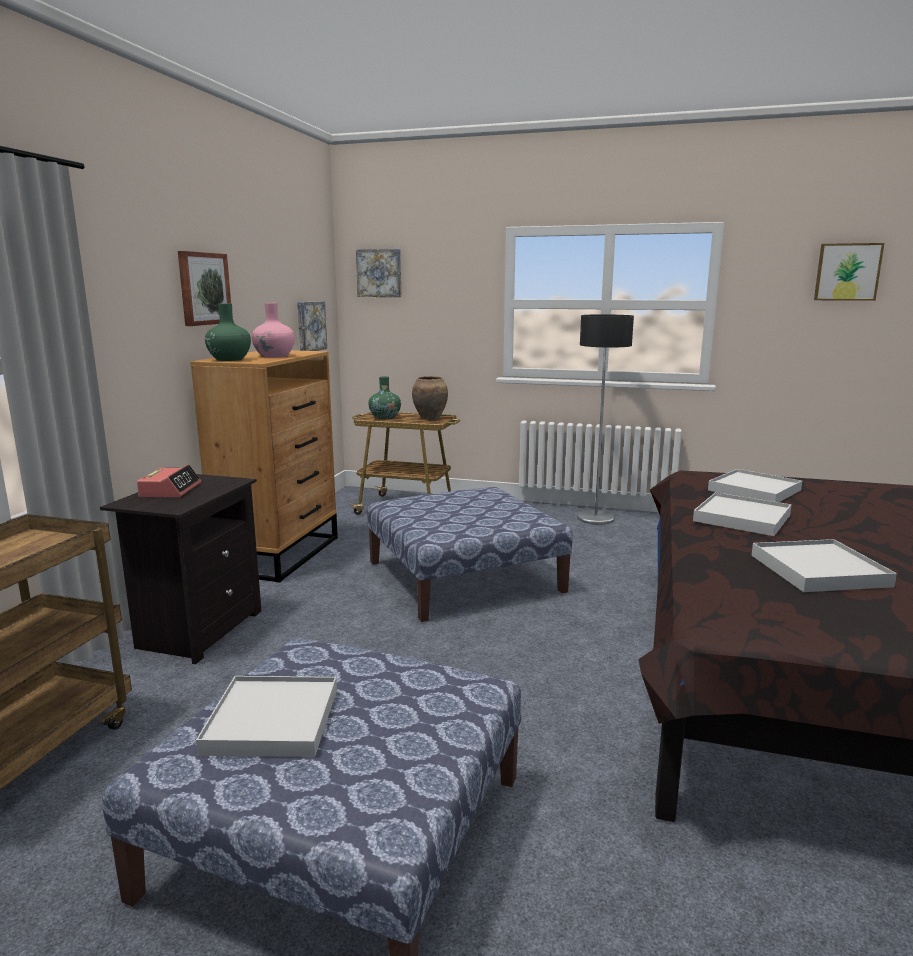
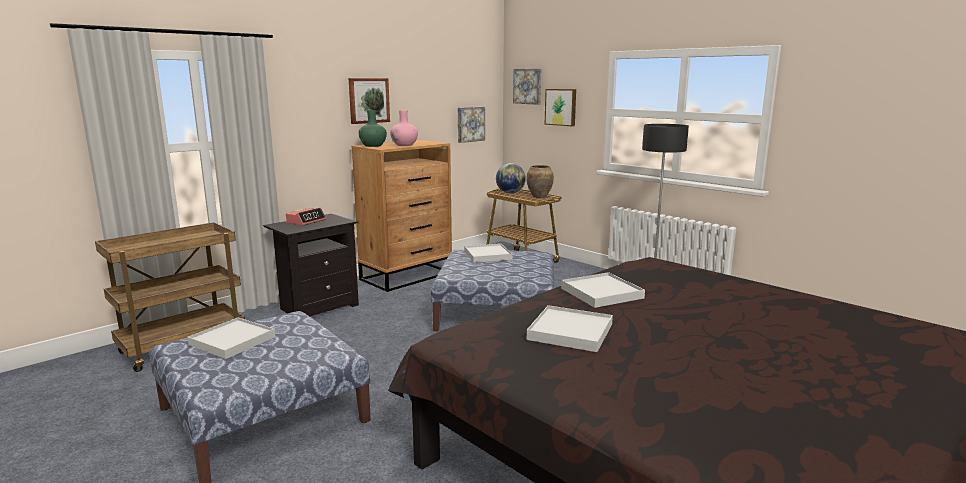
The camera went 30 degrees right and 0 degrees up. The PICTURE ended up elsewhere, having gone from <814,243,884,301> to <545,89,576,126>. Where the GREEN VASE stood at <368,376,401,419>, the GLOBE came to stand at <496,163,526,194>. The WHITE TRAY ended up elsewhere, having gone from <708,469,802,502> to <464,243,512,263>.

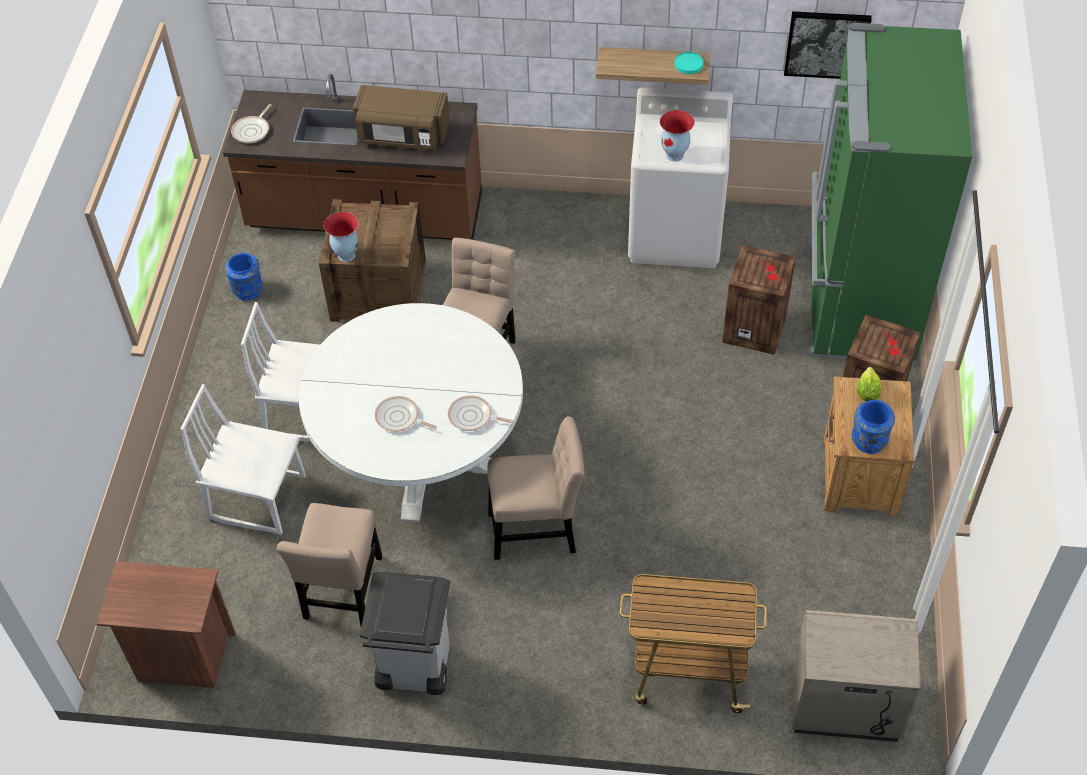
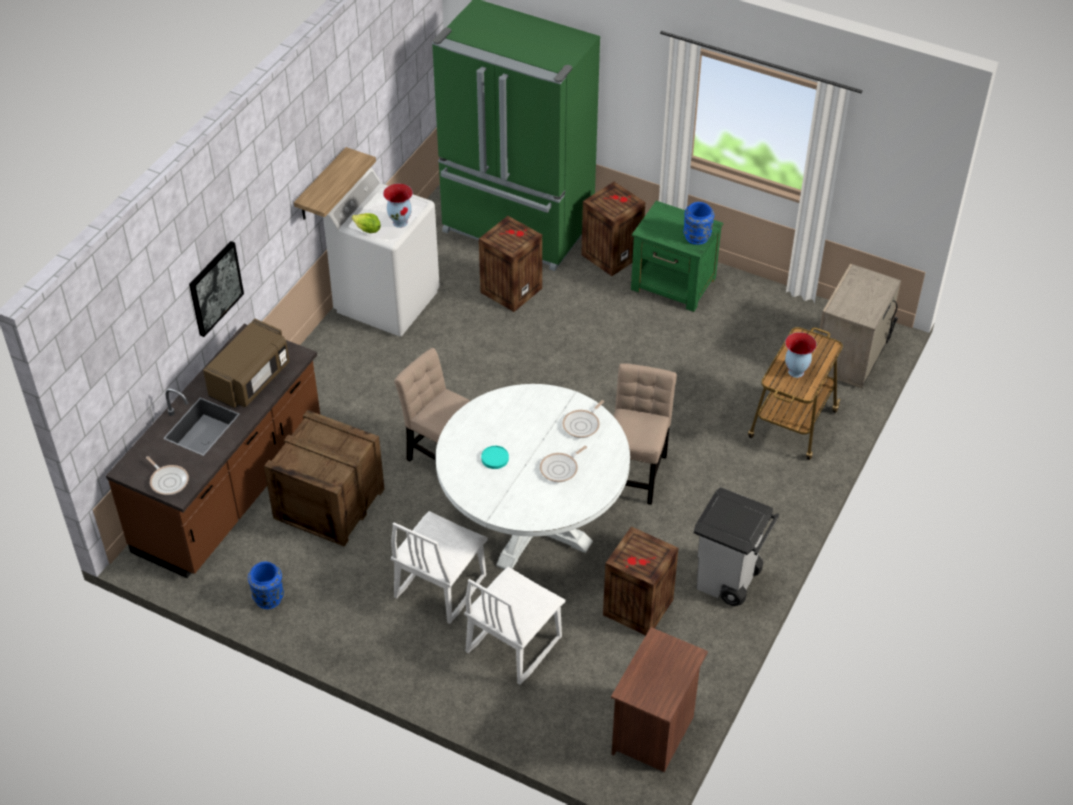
The camera went 70 degrees left and 5 degrees down. The PICTURE ended up elsewhere, having gone from <784,11,872,79> to <189,241,244,337>. The TURQUOISE PLATE ended up elsewhere, having gone from <675,52,704,74> to <481,446,509,469>. The VASE ended up elsewhere, having gone from <324,212,359,262> to <785,332,817,378>. The LETTUCE ended up elsewhere, having gone from <857,367,881,402> to <352,213,381,233>. What was the BROWN NIGHTSTAND at <824,376,915,516> turned into the GREEN NIGHTSTAND at <631,201,723,312>. Where the BEIGE CHAIR stood at <277,503,382,626>, the CRATE came to stand at <603,526,678,635>.

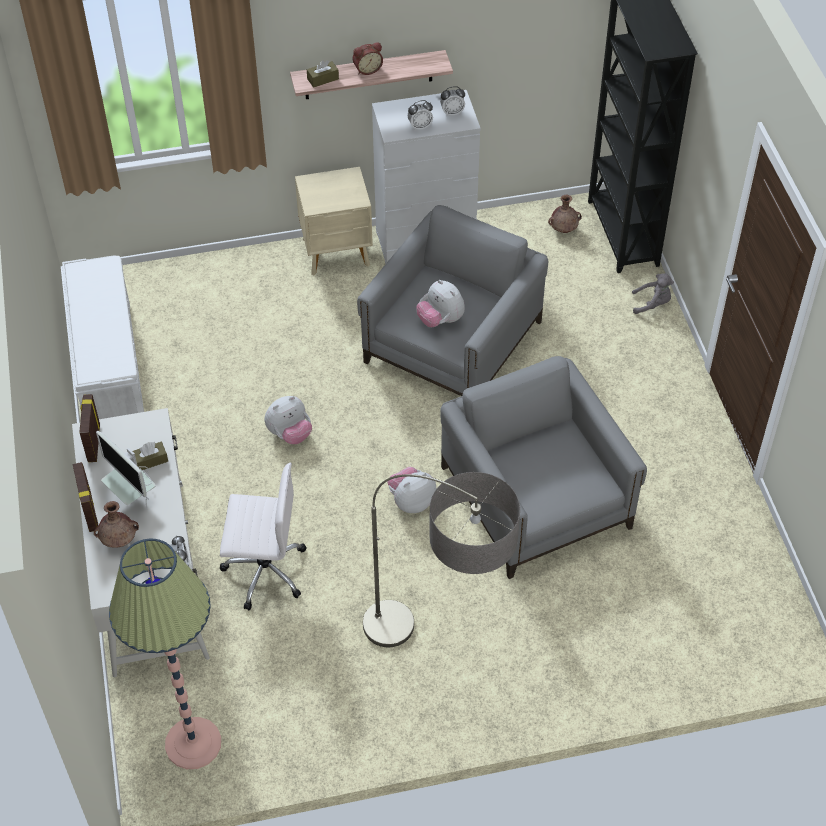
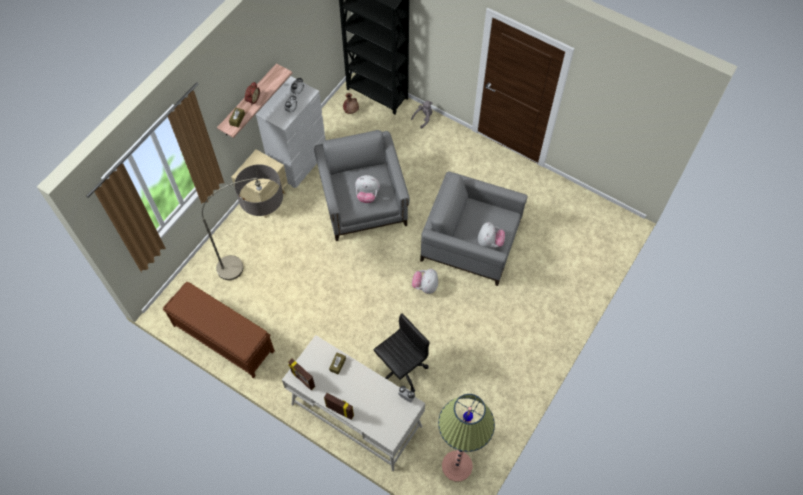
The camera went 45 degrees left and 10 degrees up. What was the WHITE BENCH at <62,255,144,419> turned into the BROWN BENCH at <163,282,275,379>. The PLUSH TOY ended up elsewhere, having gone from <265,396,312,444> to <478,222,505,248>. The second view lost the MONITOR at <96,431,156,510>. What was the WHITE OFFICE CHAIR at <220,462,306,610> turned into the BLACK OFFICE CHAIR at <374,313,430,392>. The FLOOR LAMP ended up elsewhere, having gone from <363,472,520,647> to <202,164,283,280>. The second view lost the BROWN VASE at <94,501,139,548>.

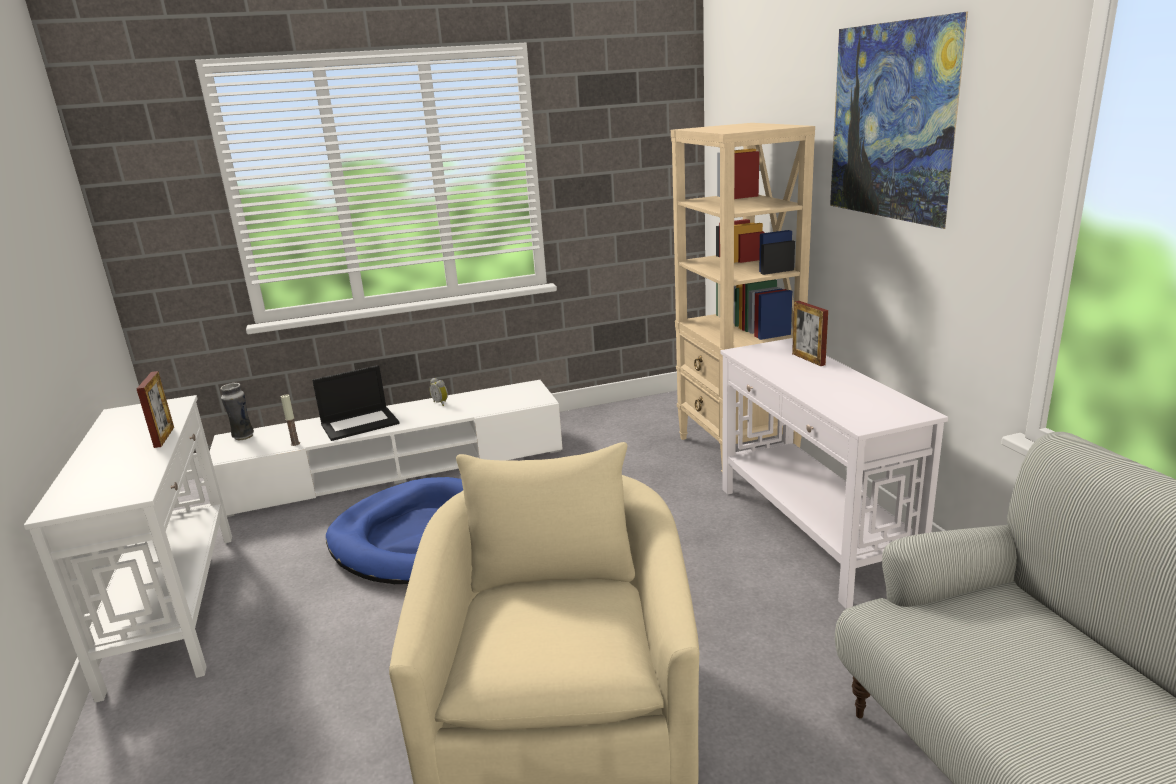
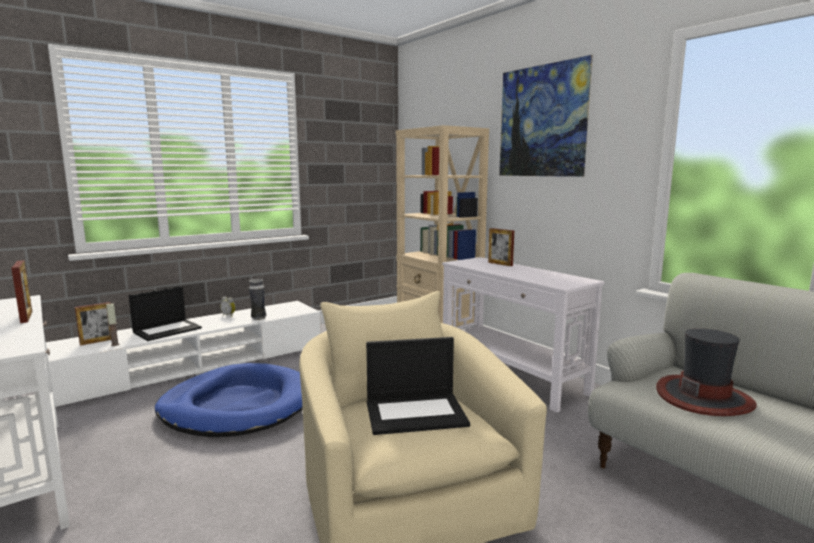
The camera went 20 degrees left and 10 degrees down. The VASE ended up elsewhere, having gone from <220,383,254,440> to <249,279,266,320>. The second view gained the PICTURE FRAME at <75,302,111,346>. The second view gained the HAT at <656,328,757,416>. The second view gained the LAPTOP at <366,337,470,435>.

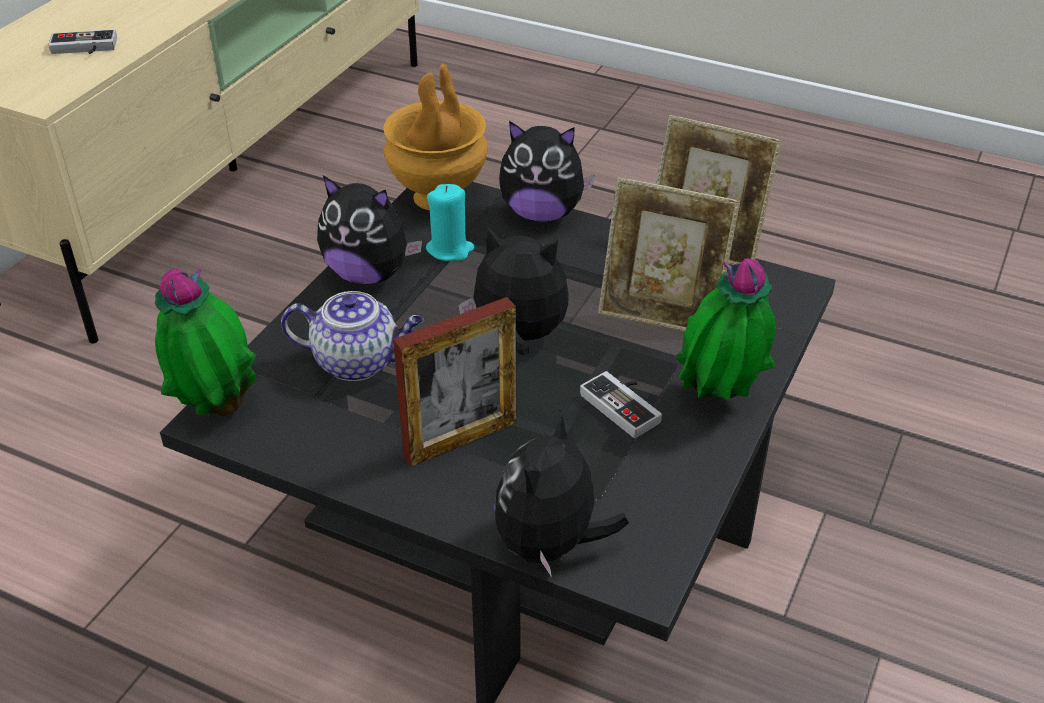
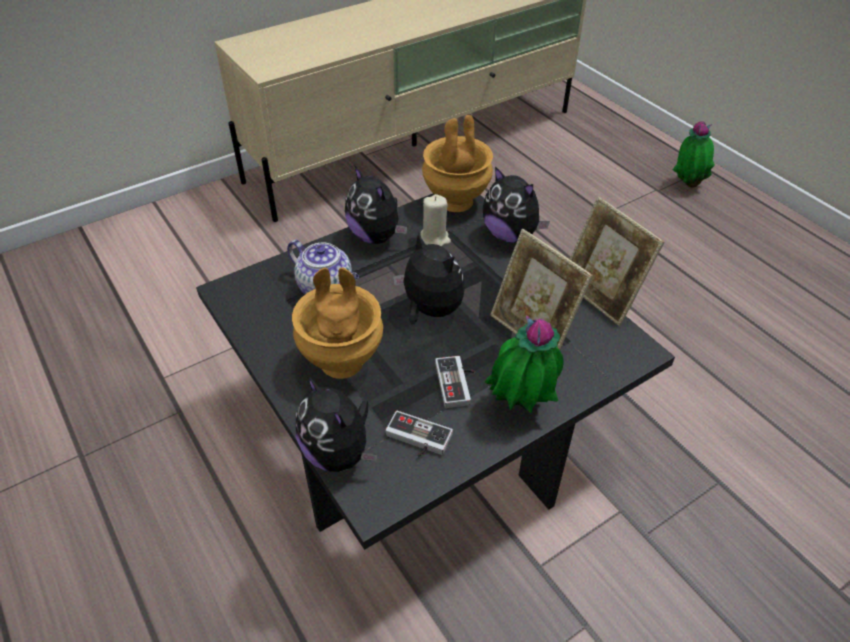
The camera went 30 degrees right and 5 degrees up. The GAME CONTROLLER ended up elsewhere, having gone from <48,29,117,54> to <386,411,453,457>. What was the TURQUOISE CANDLE at <426,184,475,261> turned into the BEIGE CANDLE at <420,194,451,246>. The POTTED PLANT ended up elsewhere, having gone from <155,269,257,416> to <673,121,715,188>. Where the PICTURE FRAME stood at <393,297,516,467>, the BROWN VASE came to stand at <292,267,383,379>. The PLUSH TOY at <494,411,629,577> ended up facing another way, 90 degrees counterclockwise from before.

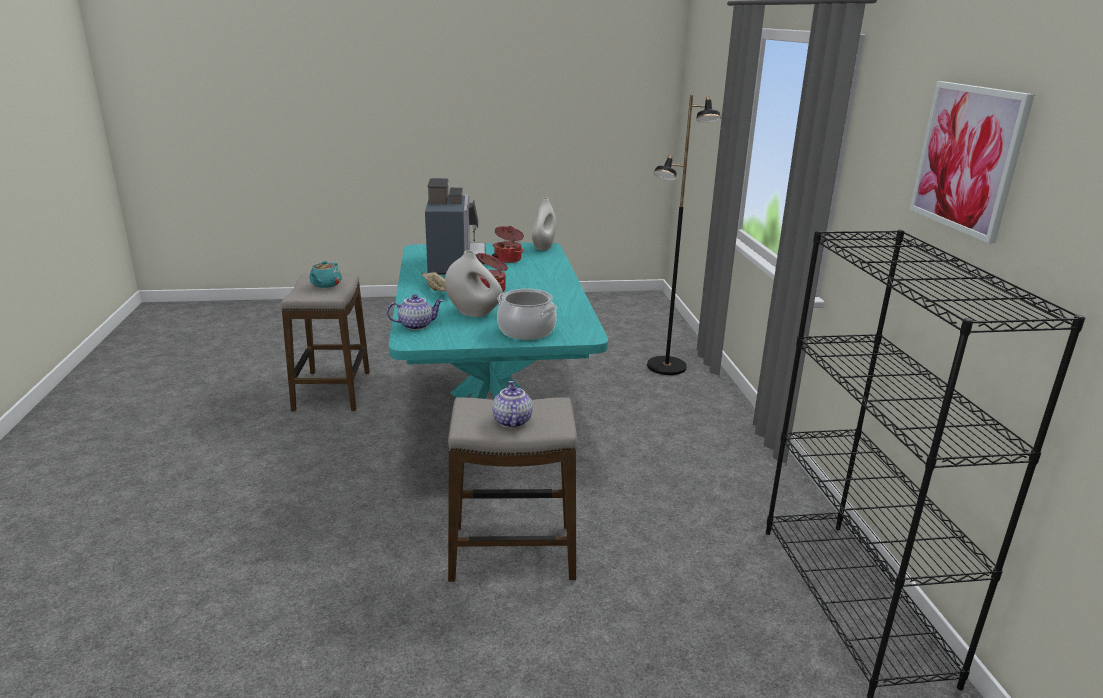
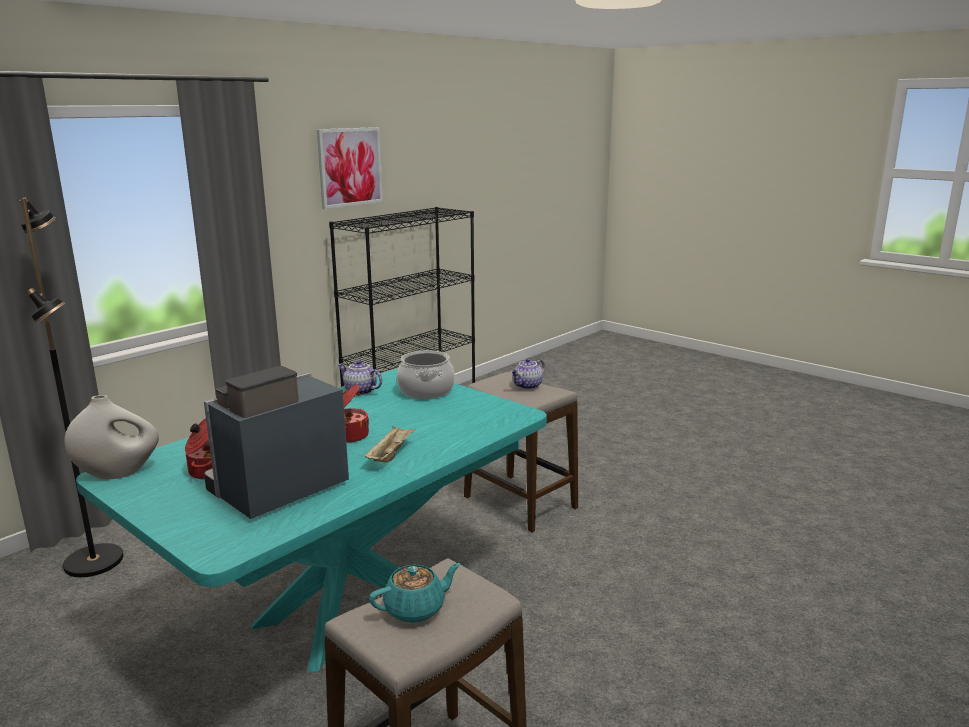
The camera went 130 degrees left and 5 degrees down. The second view lost the WHITE VASE at <445,250,503,317>. The TEAPOT ended up elsewhere, having gone from <387,294,443,330> to <338,360,382,395>.

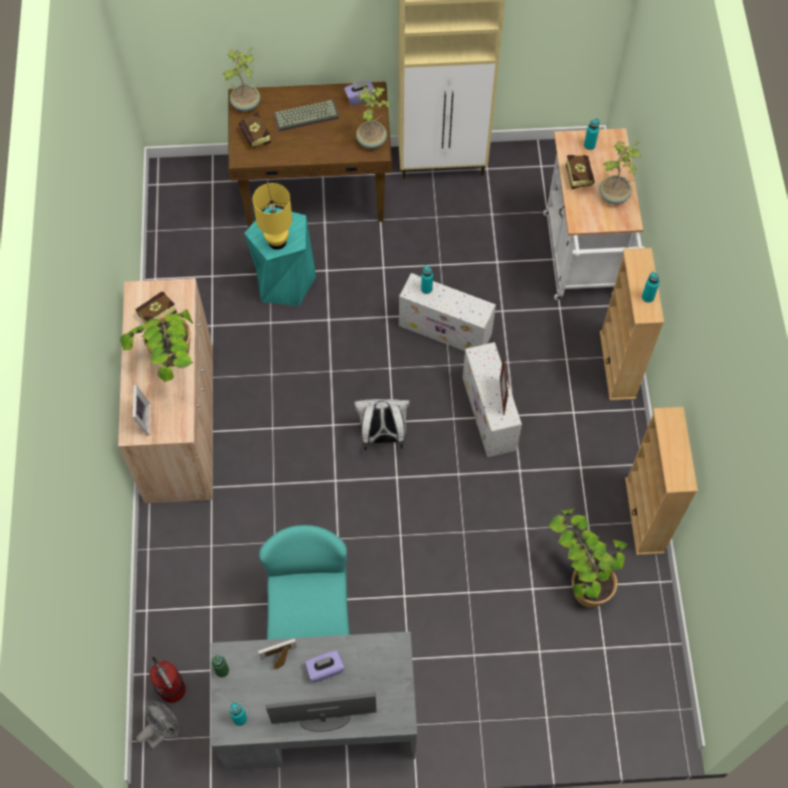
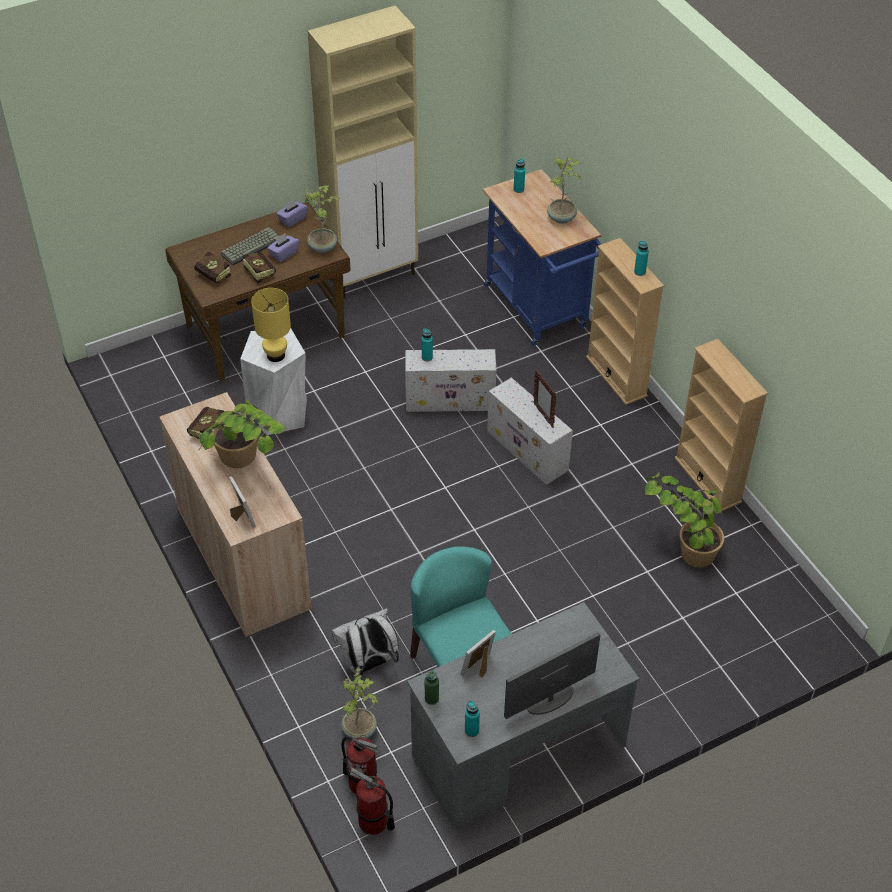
The camera went 25 degrees left and 15 degrees down. The POTTED PLANT ended up elsewhere, having gone from <222,48,260,111> to <341,668,379,739>. What was the WHITE CART at <543,128,645,300> turned into the BLUE CART at <483,169,602,346>. The BOOK ended up elsewhere, having gone from <566,155,595,189> to <243,252,276,283>. What was the TURQUOISE STOOL at <244,206,316,306> turned into the WHITE STOOL at <240,328,307,435>. The WHITE BACKPACK ended up elsewhere, having gone from <354,399,410,451> to <332,608,399,679>. The PURPLE TISSUE BOX ended up elsewhere, having gone from <305,650,344,682> to <267,234,299,262>. Where the GREY FAN stood at <136,701,179,749>, the FIRE EXTINGUISHER came to stand at <350,767,395,835>.

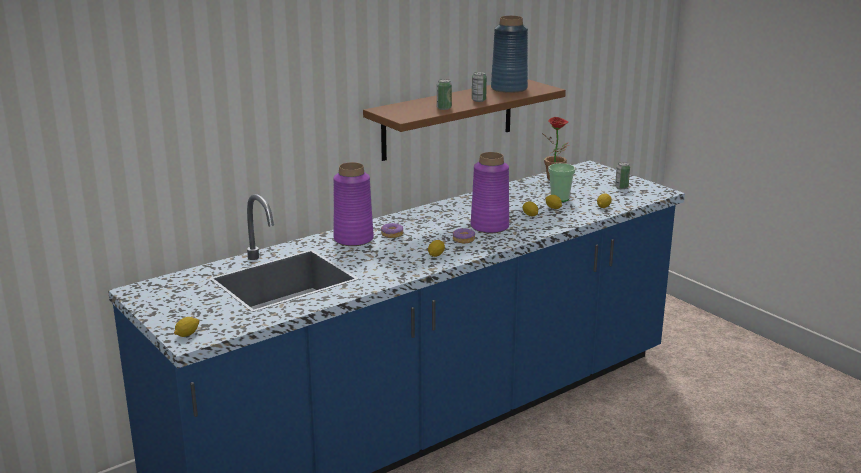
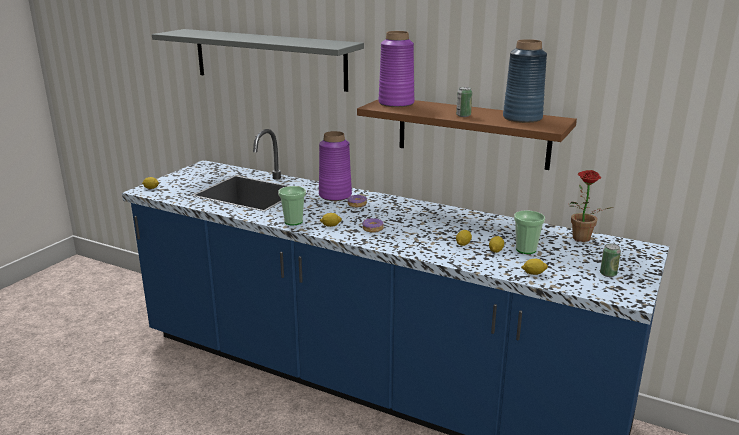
The camera went 65 degrees right and 0 degrees up. The second view lost the CAN at <437,79,452,110>. The PURPLE VASE ended up elsewhere, having gone from <471,152,509,233> to <378,31,414,107>. The second view gained the GREY SHELF at <152,29,364,92>. The second view gained the CUP at <278,186,306,225>.

